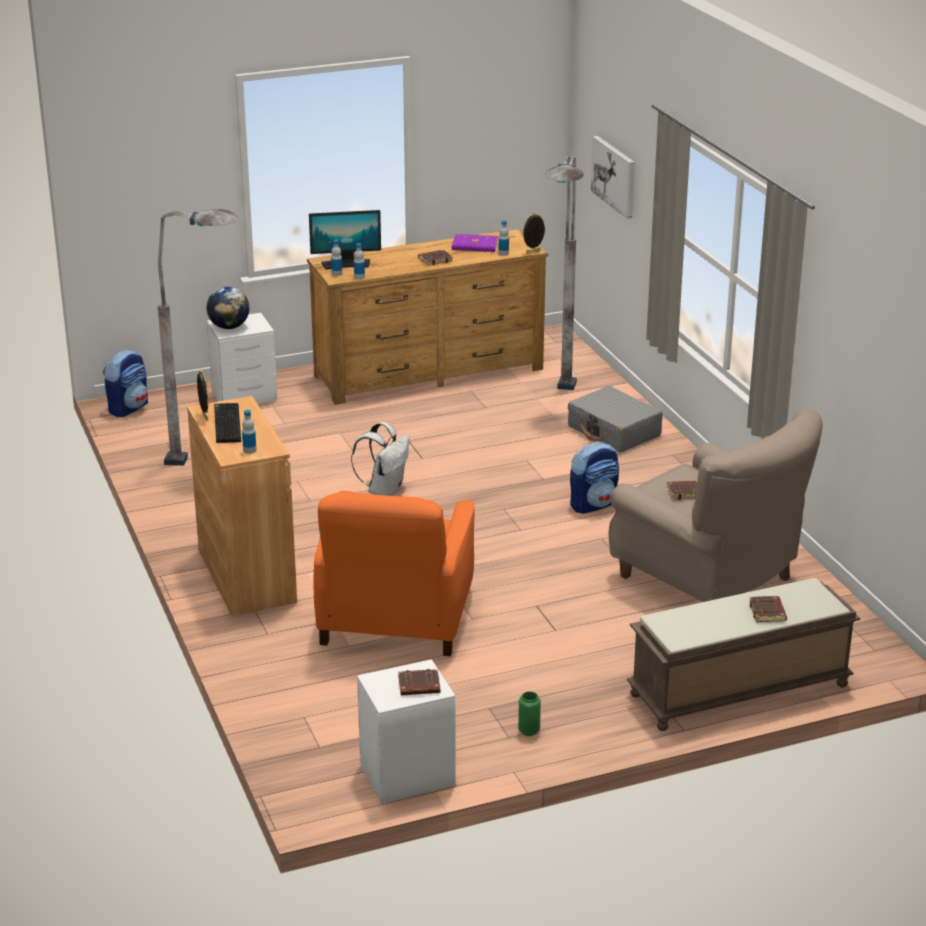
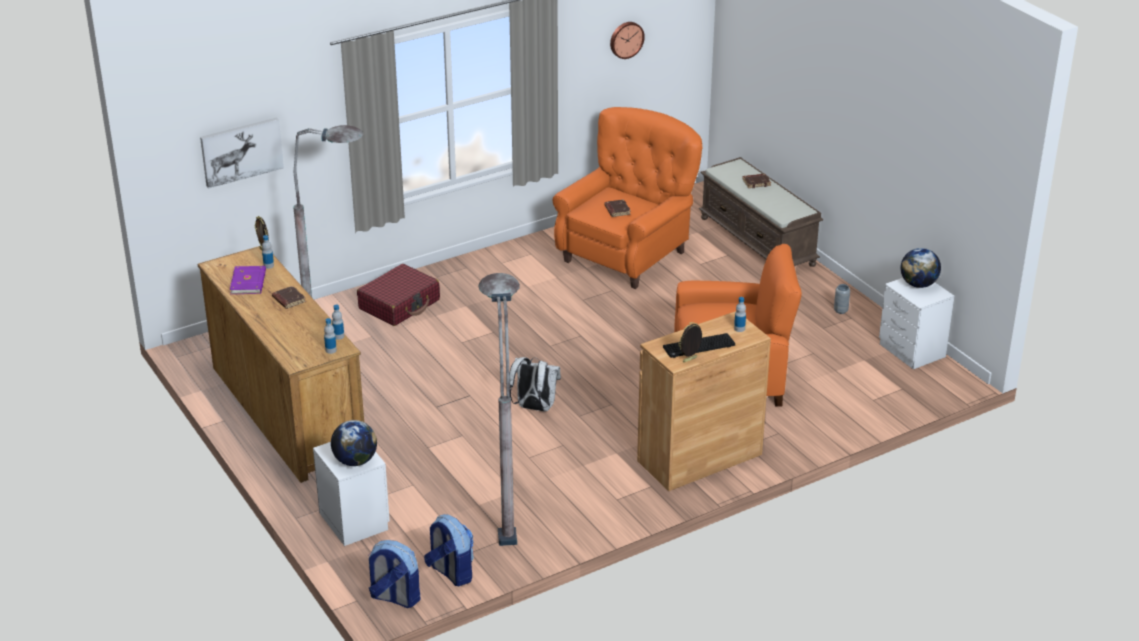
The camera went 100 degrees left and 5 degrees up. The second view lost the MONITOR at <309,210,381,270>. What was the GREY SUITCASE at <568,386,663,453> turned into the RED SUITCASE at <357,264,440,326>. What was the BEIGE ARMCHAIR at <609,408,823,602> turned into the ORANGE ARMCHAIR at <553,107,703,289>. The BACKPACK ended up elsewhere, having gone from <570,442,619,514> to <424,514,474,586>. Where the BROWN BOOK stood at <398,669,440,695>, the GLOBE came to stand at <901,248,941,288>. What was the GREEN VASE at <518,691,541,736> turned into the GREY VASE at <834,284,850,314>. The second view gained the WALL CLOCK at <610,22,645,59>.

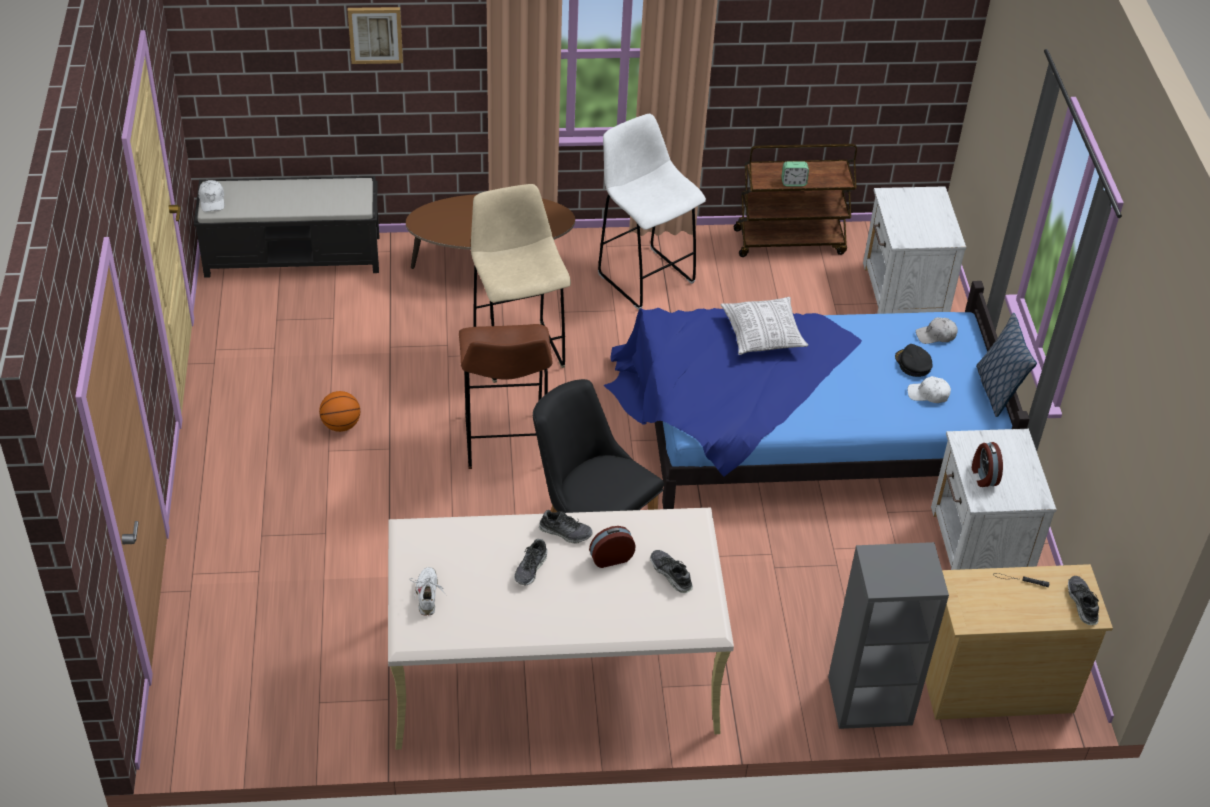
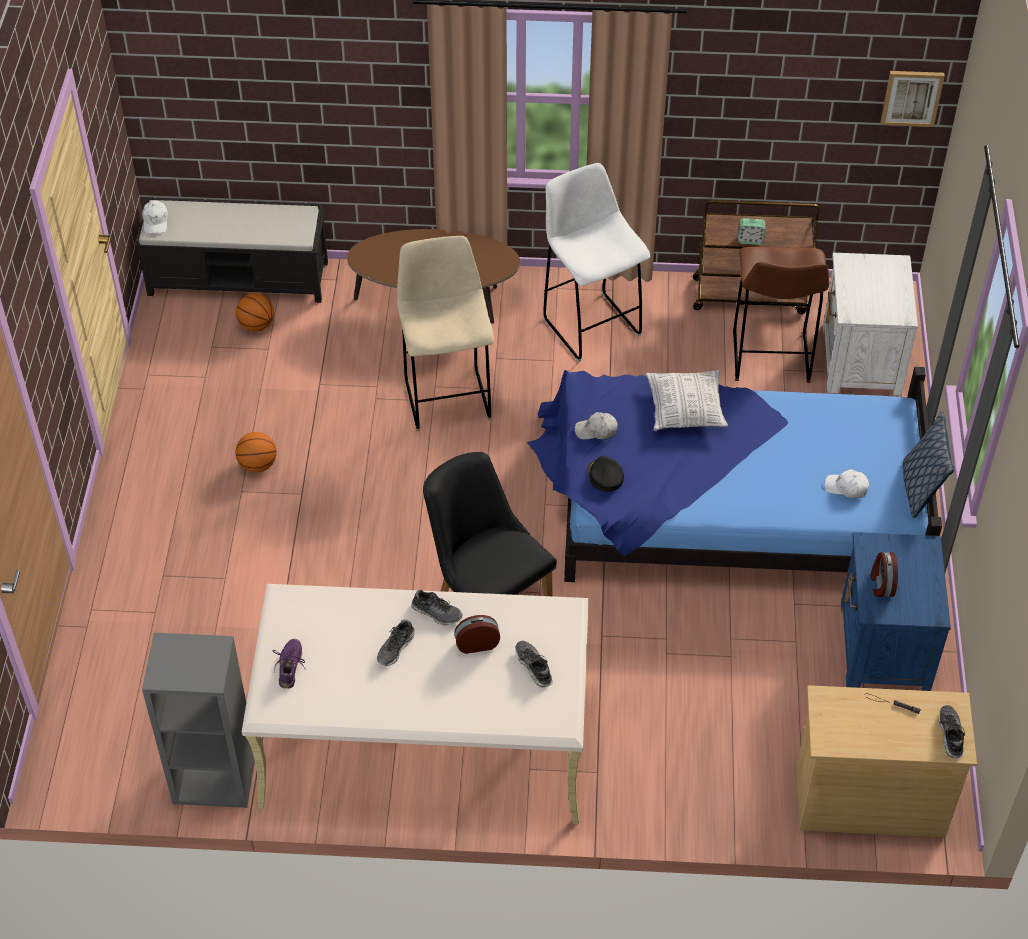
The camera went 10 degrees right and 5 degrees up. The PICTURE ended up elsewhere, having gone from <348,7,403,64> to <881,71,945,127>. The WHITE CAP ended up elsewhere, having gone from <916,317,958,344> to <575,412,617,440>. The BROWN STOOL ended up elsewhere, having gone from <459,324,553,469> to <733,247,829,383>. The BLACK CAP ended up elsewhere, having gone from <895,344,933,377> to <588,456,624,492>. What was the WHITE NIGHTSTAND at <931,429,1057,570> turned into the BLUE NIGHTSTAND at <841,532,951,691>. The GREY BOOKCASE ended up elsewhere, having gone from <828,542,949,729> to <142,633,255,808>. What was the WHITE SHOE at <410,567,446,616> turned into the PURPLE SHOE at <272,639,306,689>. The second view gained the BASKETBALL at <236,293,274,332>.

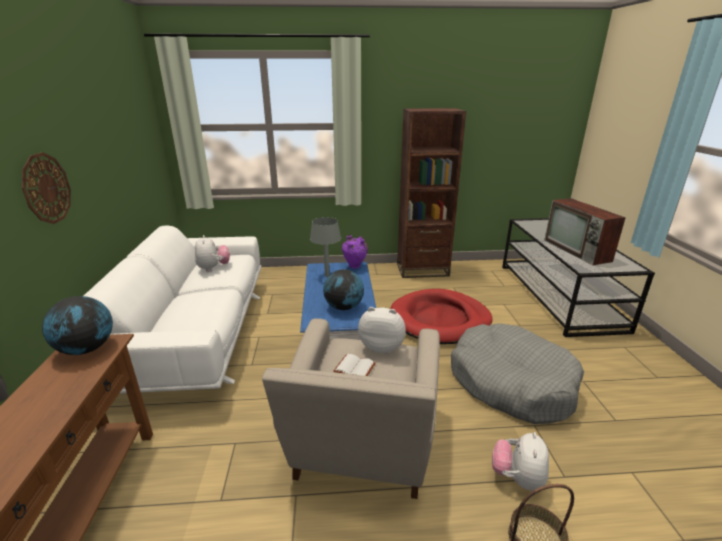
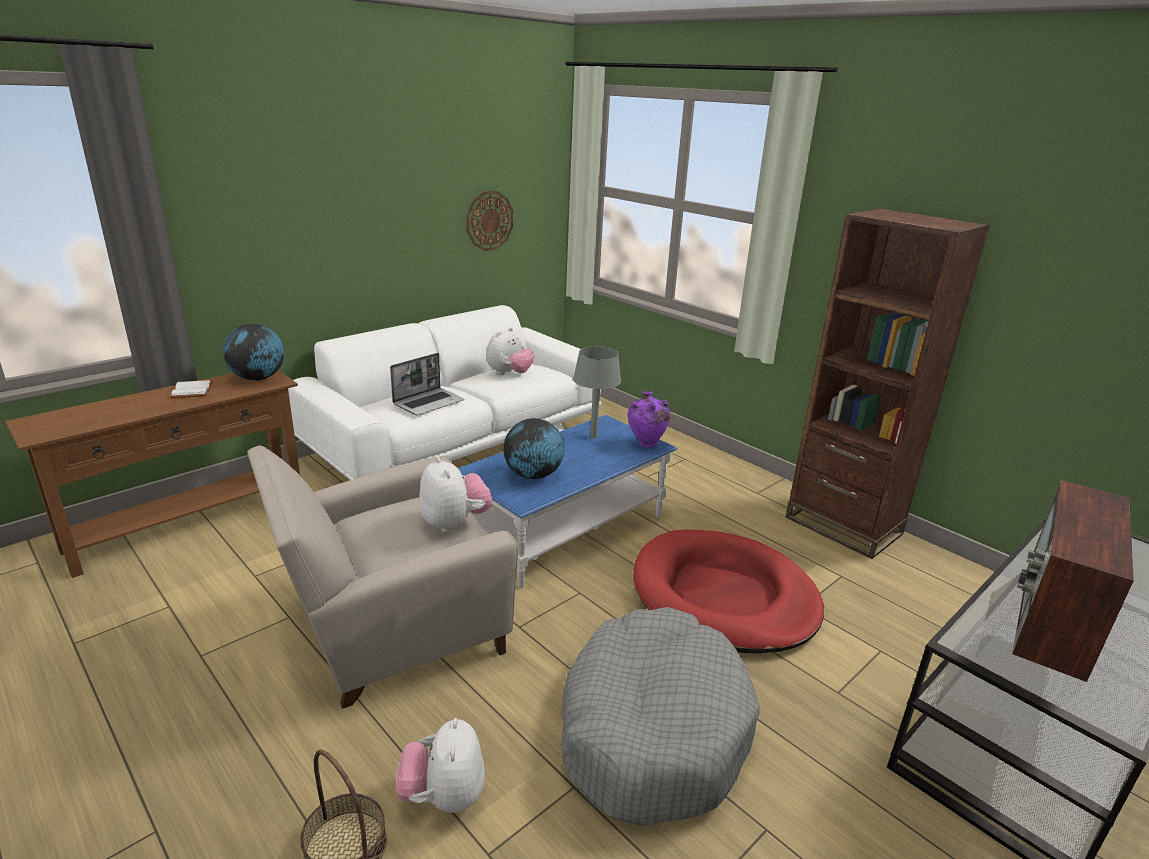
The camera went 50 degrees right and 0 degrees up. The WALL CLOCK ended up elsewhere, having gone from <22,152,71,224> to <466,191,513,251>. The WHITE BOOK ended up elsewhere, having gone from <333,354,376,376> to <170,380,213,398>. The PLUSH TOY at <492,432,549,491> ended up facing another way, 75 degrees counterclockwise from before. The second view gained the LAPTOP at <390,353,464,416>.

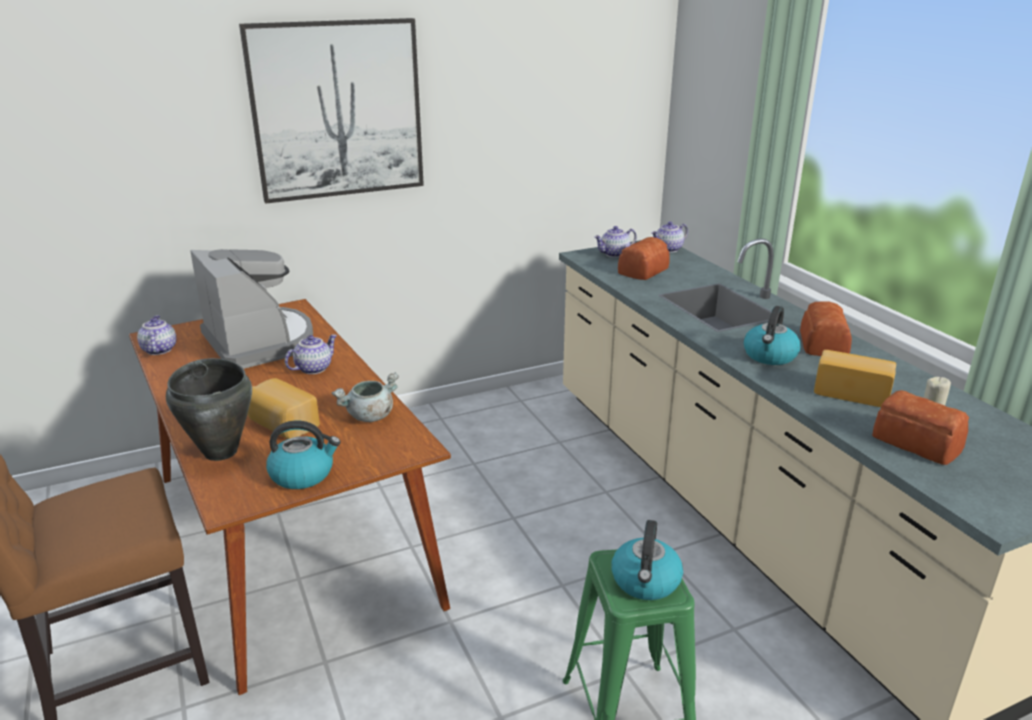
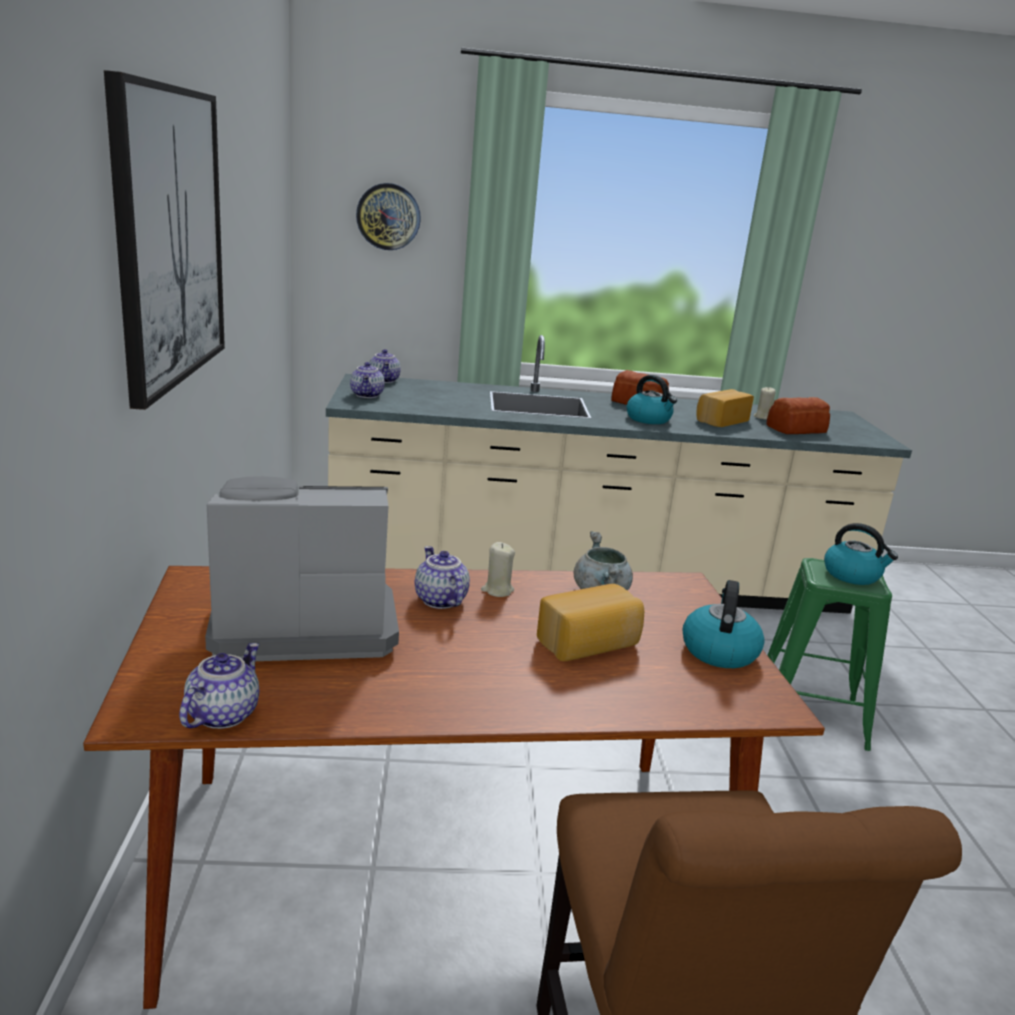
The camera went 70 degrees left and 5 degrees down. The second view lost the BREAD at <618,237,670,280>. The TEAPOT at <137,315,176,355> ended up facing another way, 105 degrees clockwise from before. The second view lost the BLACK COOKING POT at <166,358,252,461>. The second view gained the WALL CLOCK at <356,183,421,250>. The second view gained the BEIGE CANDLE at <481,542,515,597>.

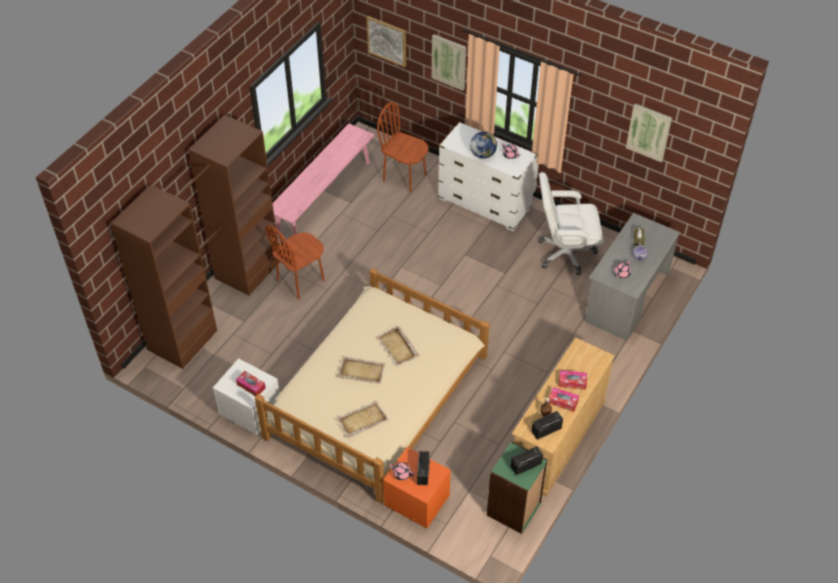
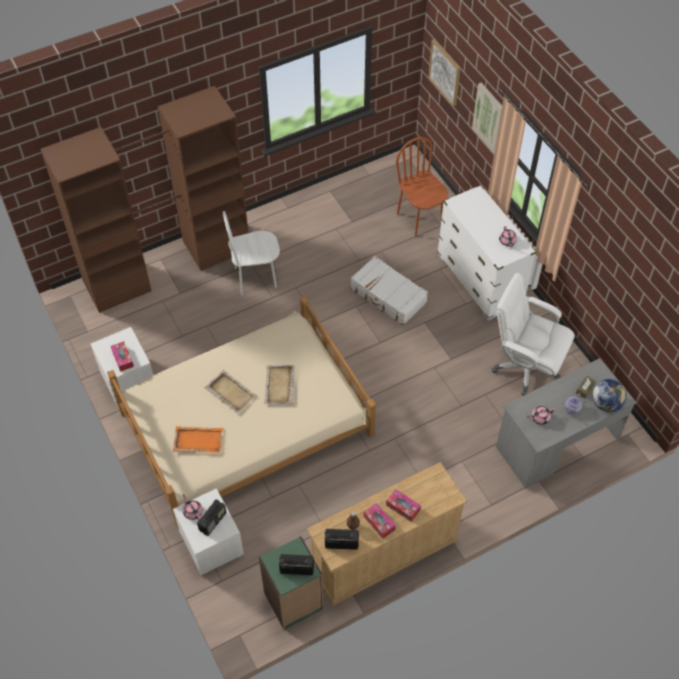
The camera went 30 degrees right and 5 degrees up. The second view lost the PICTURE at <626,104,672,162>. The second view lost the PINK BENCH at <273,124,375,234>. The GLOBE ended up elsewhere, having gone from <470,132,497,159> to <592,379,627,412>. What was the BROWN CHAIR at <265,225,325,300> turned into the WHITE CHAIR at <223,211,280,295>. What was the BEIGE TRAY at <337,400,389,438> turned into the ORANGE TRAY at <173,426,224,453>. What was the ORANGE NIGHTSTAND at <383,447,451,528> turned into the WHITE NIGHTSTAND at <173,488,244,575>. The second view gained the WHITE SUITCASE at <351,256,428,325>.

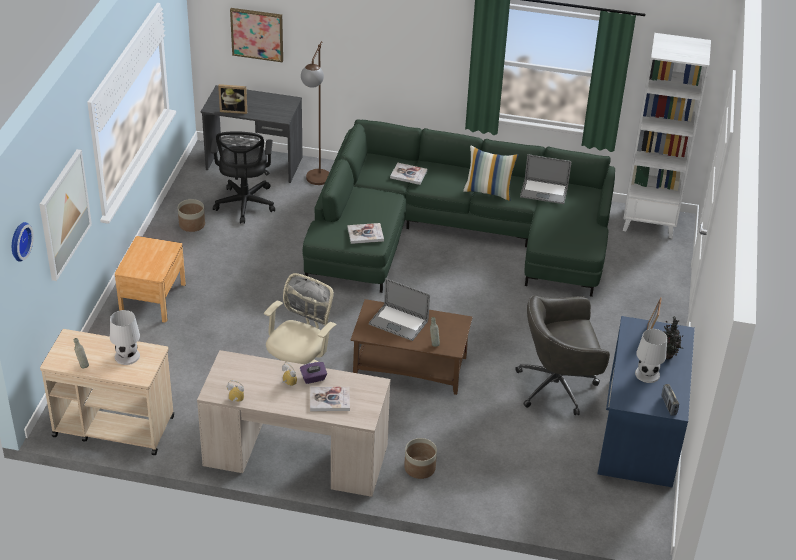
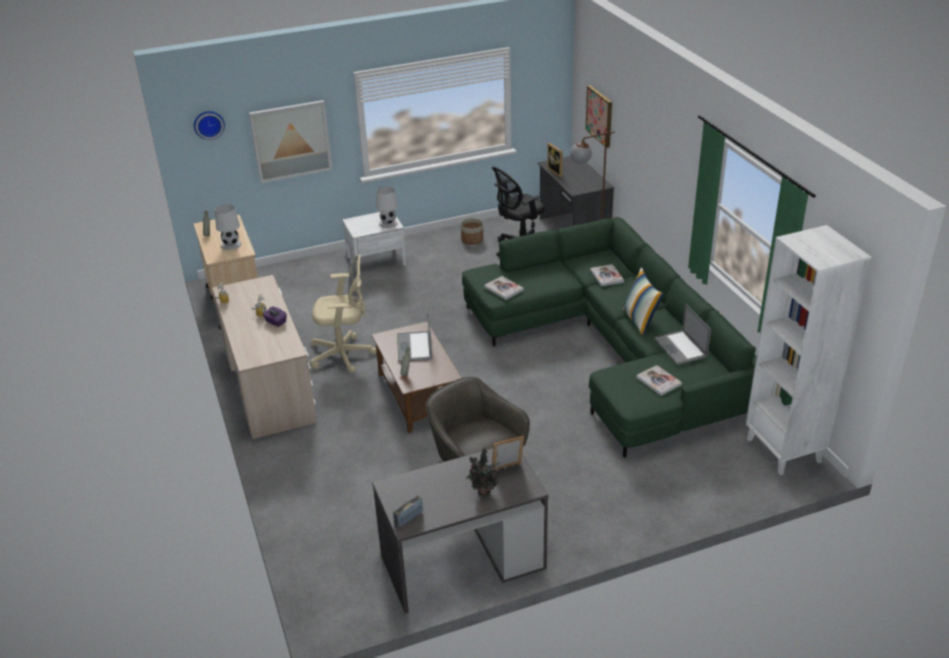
The camera went 60 degrees right and 5 degrees down. What was the BROWN NIGHTSTAND at <115,236,186,323> turned into the WHITE NIGHTSTAND at <343,212,406,276>. What was the BLUE DESK at <598,316,695,487> turned into the GREY DESK at <372,448,548,614>. The WHITE TABLE LAMP ended up elsewhere, having gone from <635,329,667,383> to <376,186,398,228>. The BOOK ended up elsewhere, having gone from <310,386,350,411> to <636,365,682,396>. The second view lost the PLANTER at <404,438,437,479>.

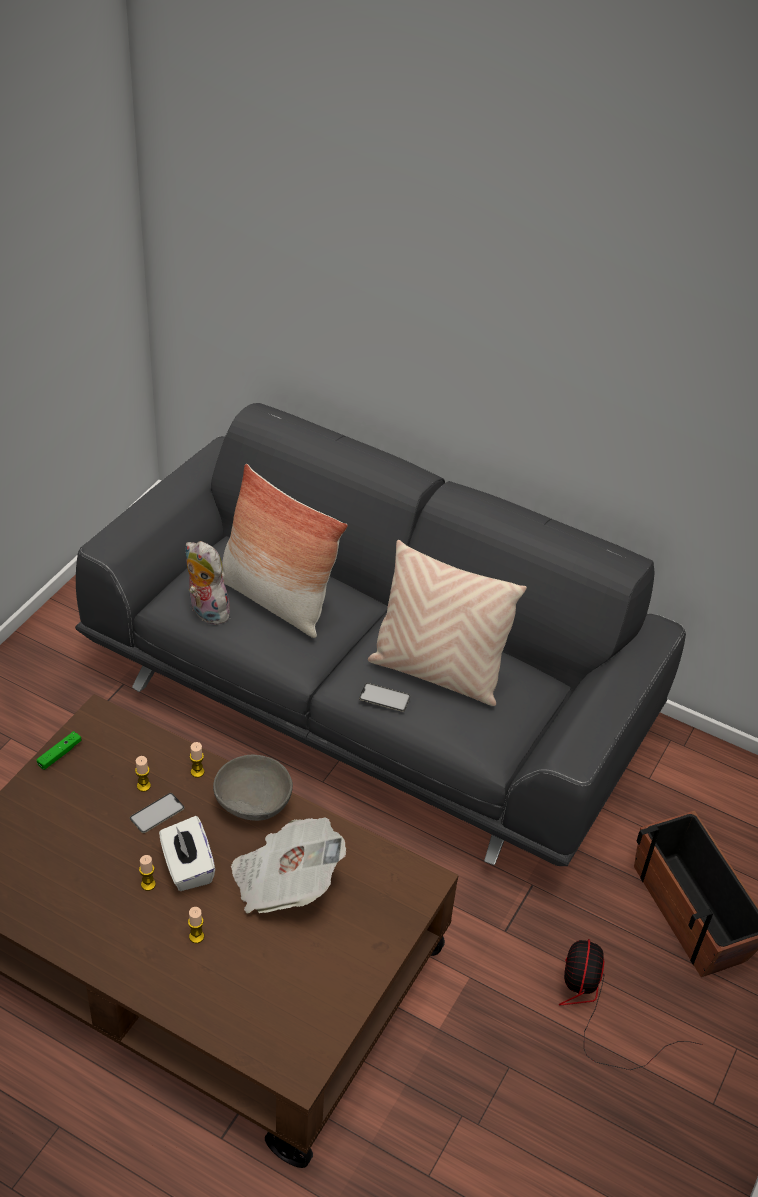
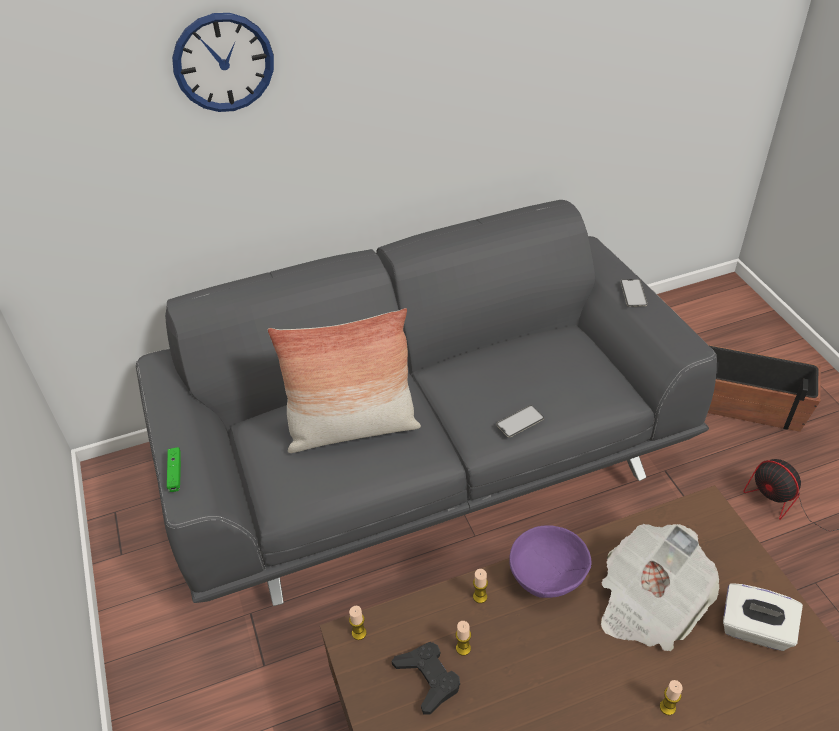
The camera went 45 degrees left and 0 degrees up. The second view lost the BEIGE PILLOW at <368,540,527,706>. The second view lost the PLUSH TOY at <185,541,231,625>. The GREEN GAME CONTROLLER ended up elsewhere, having gone from <36,731,82,770> to <167,447,181,492>. What was the GREY BOWL at <213,755,293,821> turned into the PURPLE BOWL at <509,525,592,598>. The PHONE ended up elsewhere, having gone from <130,793,184,833> to <620,279,648,307>. The WHITE TISSUE BOX ended up elsewhere, having gone from <159,816,215,891> to <723,583,803,651>. The CANDLE ended up elsewhere, having gone from <139,855,156,891> to <349,606,367,640>. The second view gained the WALL CLOCK at <172,13,274,112>. The second view gained the BLACK GAME CONTROLLER at <392,642,460,715>.

